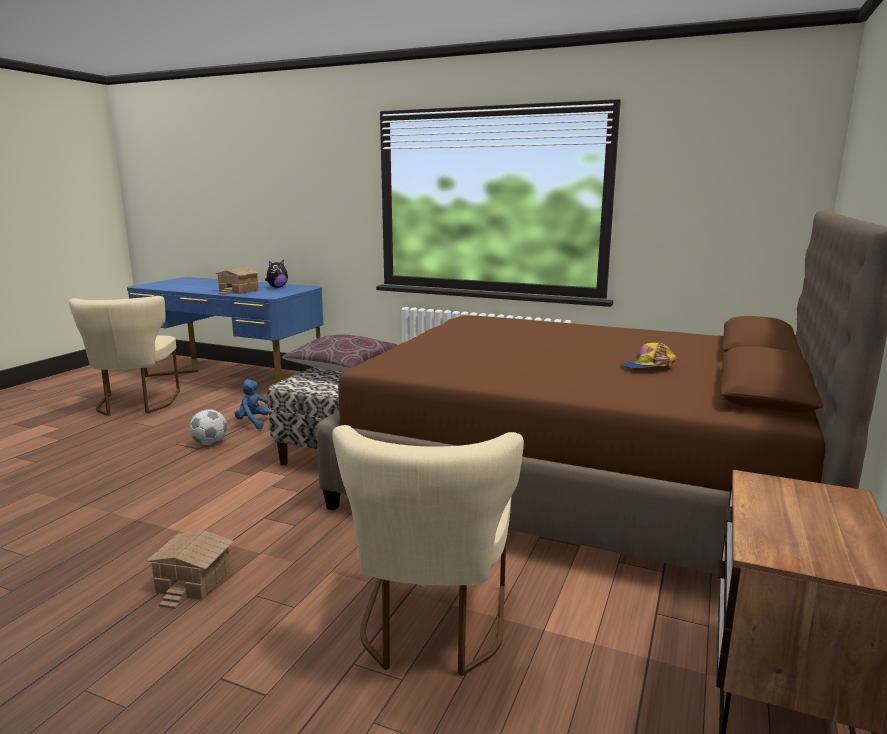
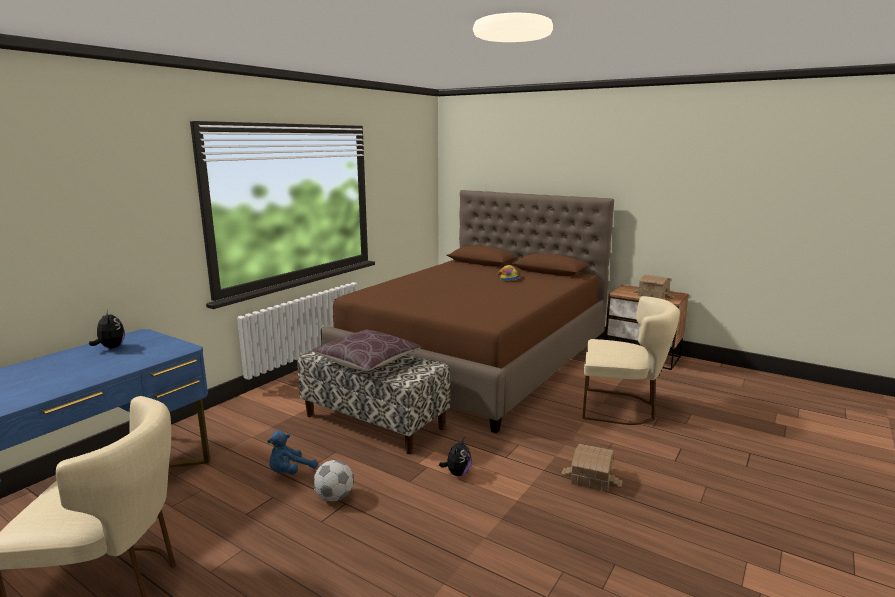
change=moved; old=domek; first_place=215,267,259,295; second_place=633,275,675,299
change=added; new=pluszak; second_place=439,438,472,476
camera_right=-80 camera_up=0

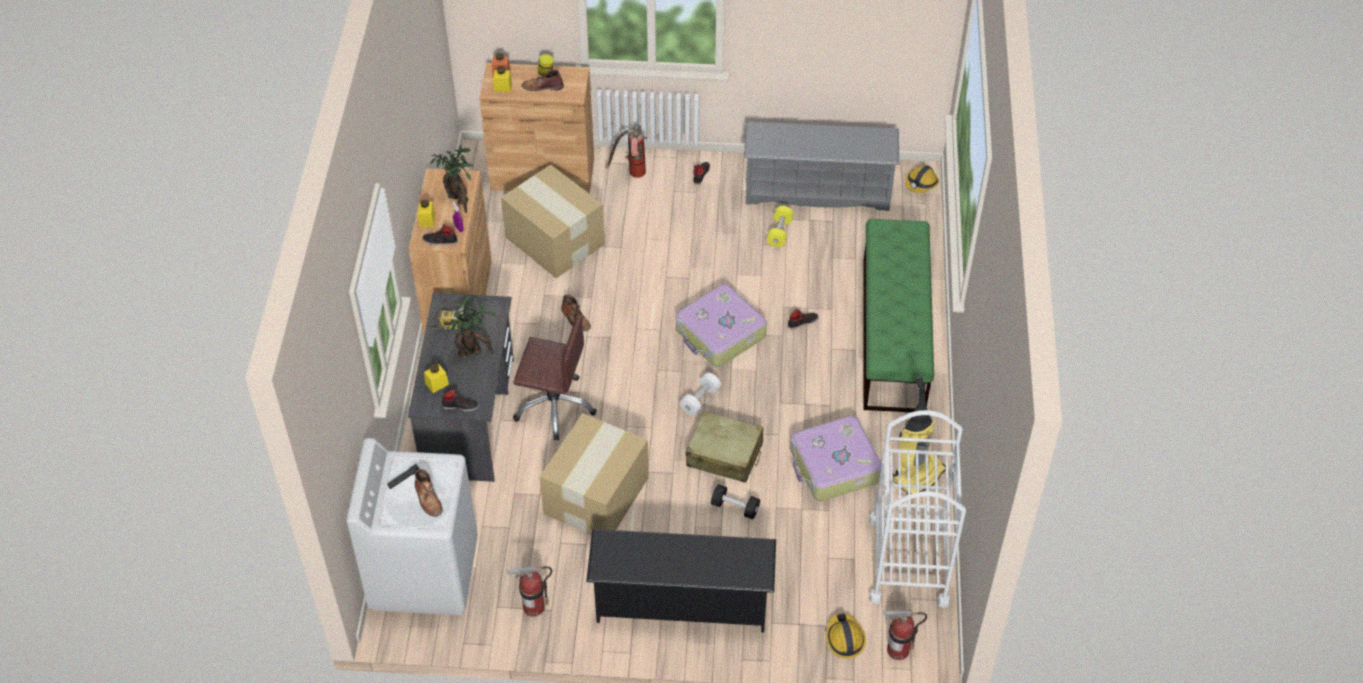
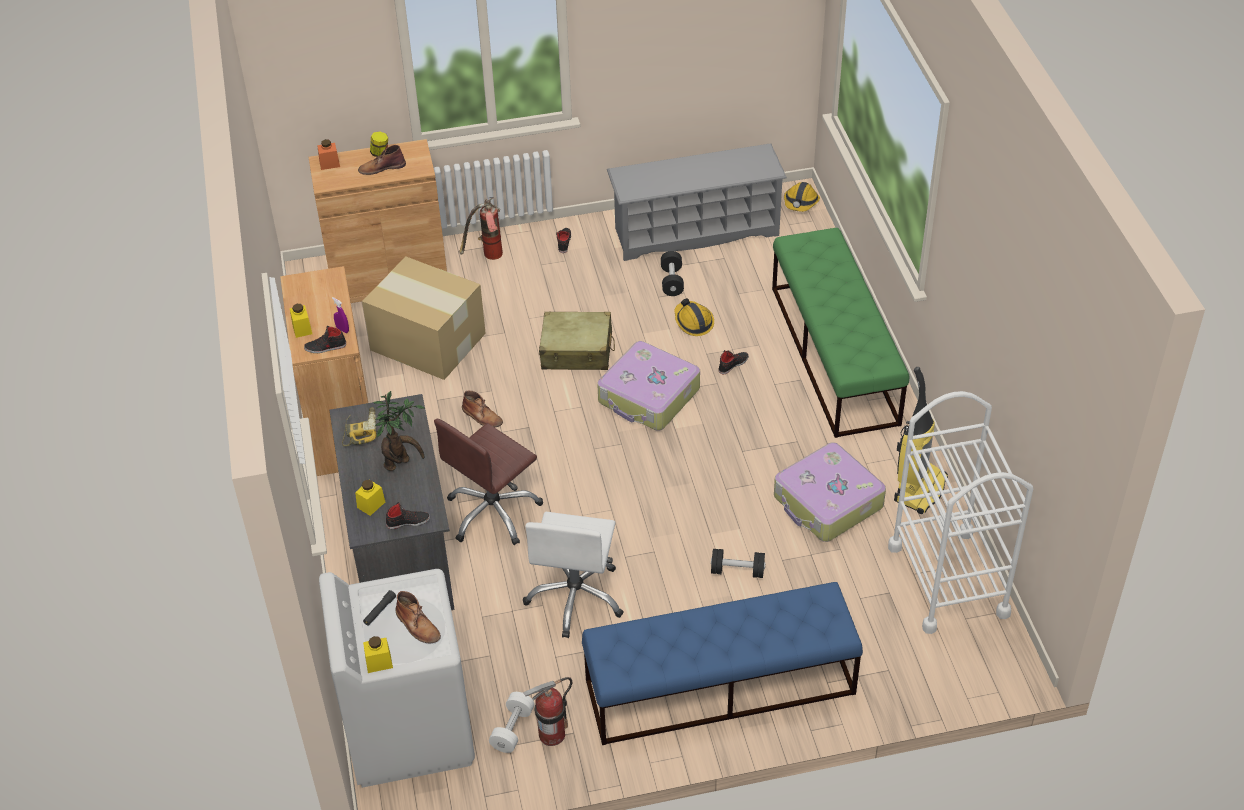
change=removed; old=roślina doniczkowa; first_place=430,145,474,213
change=moved; old=słoik/żółty; first_place=493,67,512,92; second_place=363,636,393,673
change=turned; old=krzesło biurowe/brązowy; first_place=513,315,597,440; second_place=434,419,543,545; degrees=135
change=replaced; old=karton; new=krzesło biurowe/biały; first_place=539,413,649,535; second_place=523,512,624,638
change=replaced; old=regał na buty/czarny; new=ławka/niebieski; first_place=586,529,776,632; second_place=582,582,863,745
change=moved; old=hantel/biały; first_place=680,372,721,415; second_place=489,692,535,753
change=moved; old=walizka/beżowy; first_place=685,411,763,483; second_place=539,312,615,370
change=recoloured; old=hantel/żółty; new=hantel/czarny; first_place=767,206,794,247; second_place=661,251,684,296
change=moved; old=kask; first_place=826,613,866,659; second_place=674,298,714,336
change=removed; old=gaśnica; first_place=883,611,927,660
camera_right=-15 camera_up=-5

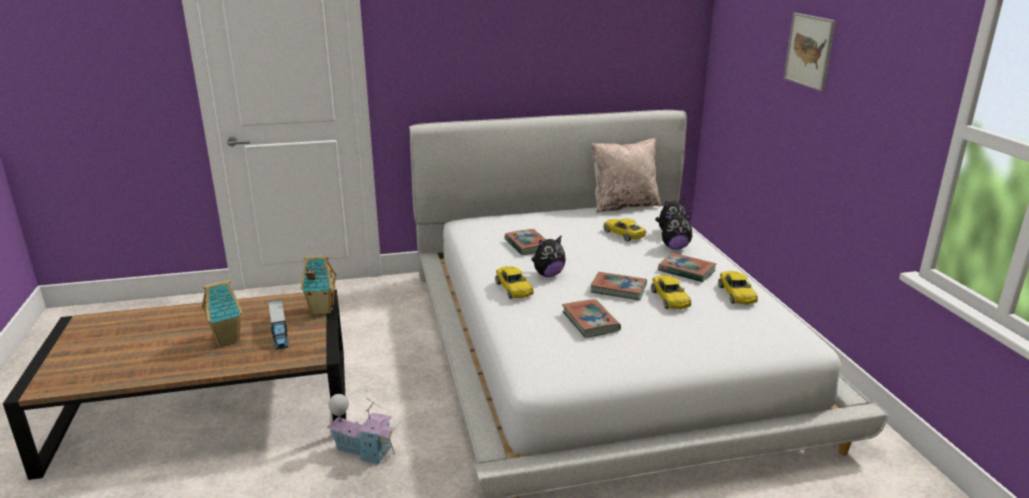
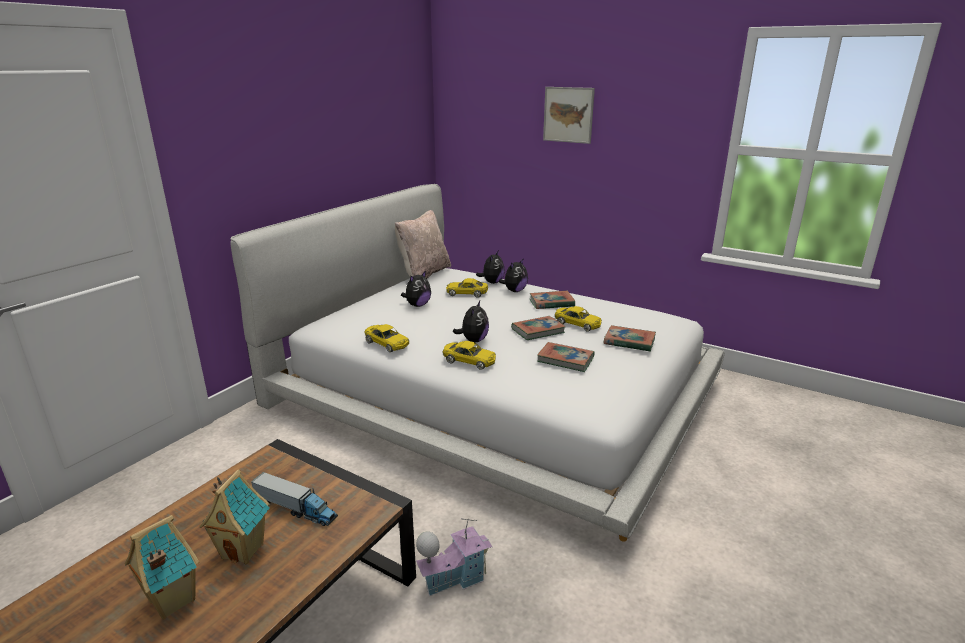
change=moved; old=domek; first_place=300,256,337,314; second_place=125,515,199,620
change=moved; old=książka; first_place=504,229,546,255; second_place=604,325,656,352
change=moved; old=samochodzik/żółty; first_place=718,271,758,305; second_place=364,324,409,352
change=added; new=pluszak; second_place=401,271,431,307
camera_right=-45 camera_up=0

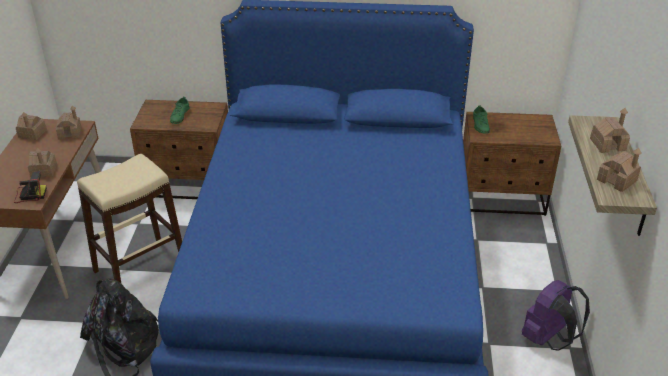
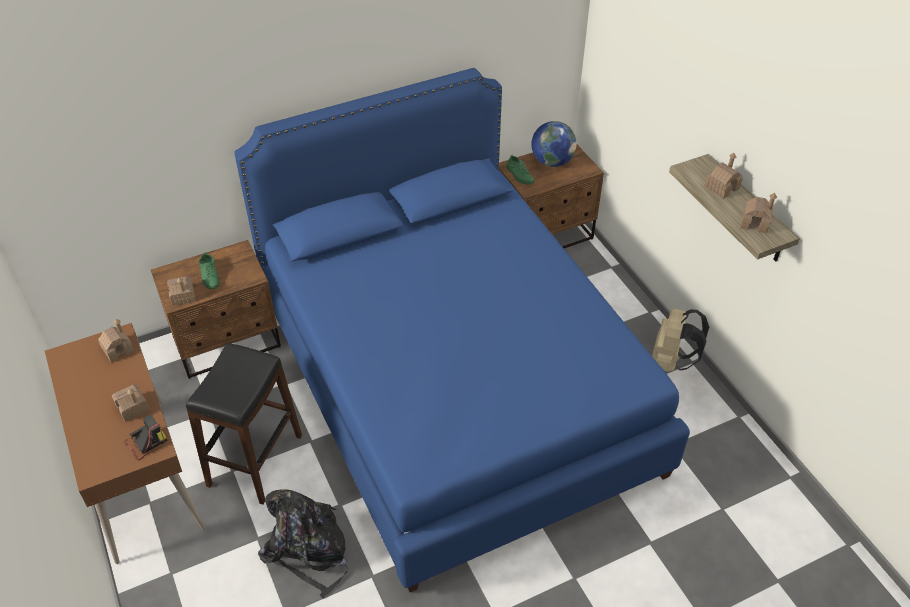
change=moved; old=domek; first_place=16,112,47,140; second_place=167,276,195,306
change=recoloured; old=stołek/beżowy; new=stołek/czarny; first_place=77,154,182,283; second_place=186,343,302,505
change=recoloured; old=plecak/fioletowy; new=plecak/beżowy; first_place=522,280,590,351; second_place=652,309,709,372
change=added; new=globus; second_place=531,121,577,167
camera_right=-30 camera_up=10

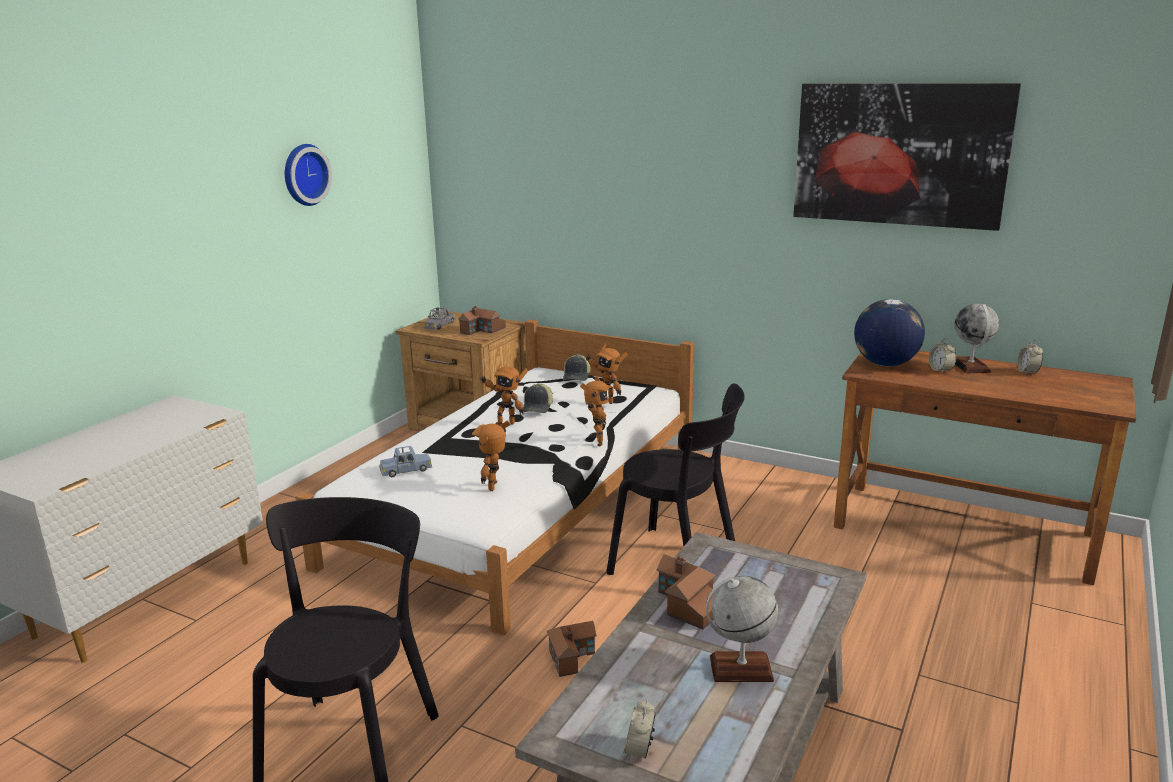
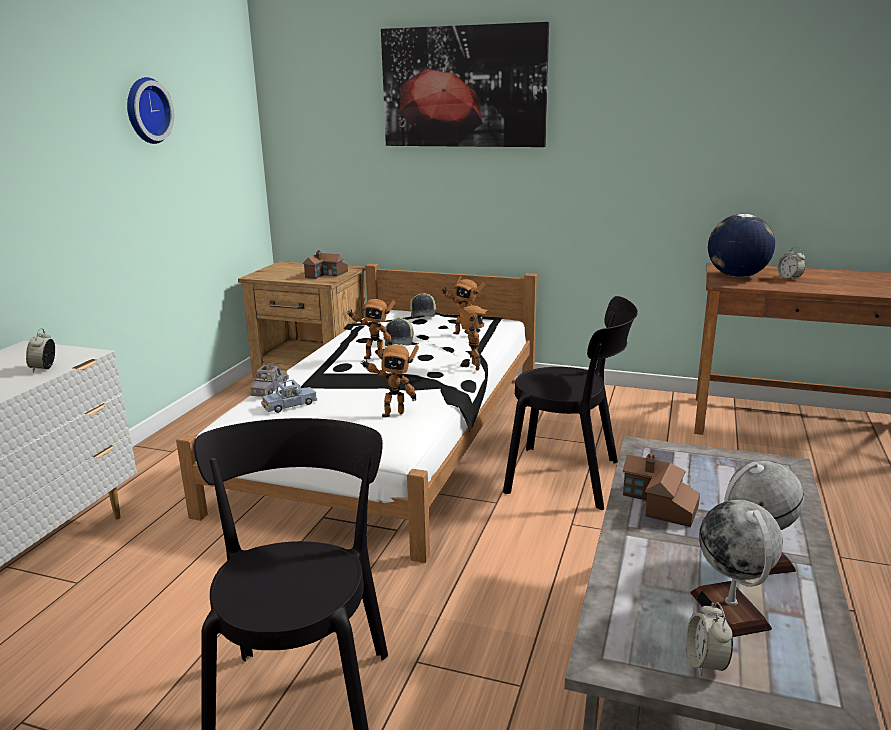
change=moved; old=samochodzik/szary; first_place=424,307,456,330; second_place=250,365,289,397
change=turned; old=robot zabawkowy; first_place=471,421,510,491; second_place=361,341,419,417; degrees=-105
change=removed; old=domek; first_place=547,621,596,677
change=moved; old=obraz; first_place=794,83,1021,231; second_place=381,22,549,147
change=moved; old=globus; first_place=955,304,999,373; second_place=691,500,783,637
change=moved; old=budzik; first_place=1017,340,1043,375; second_place=26,328,55,373
camera_right=-10 camera_up=0

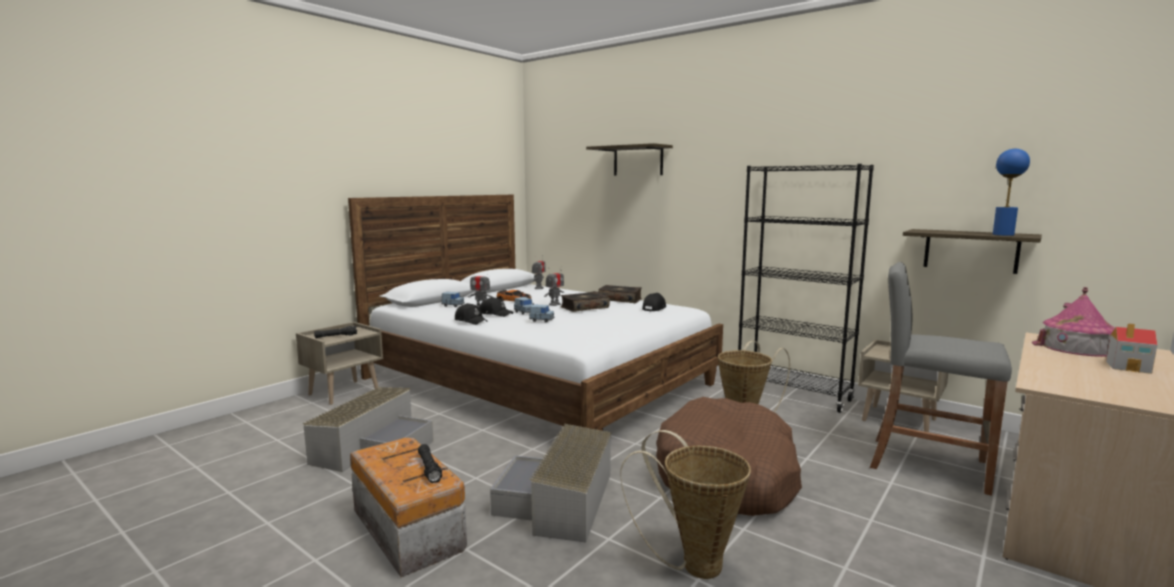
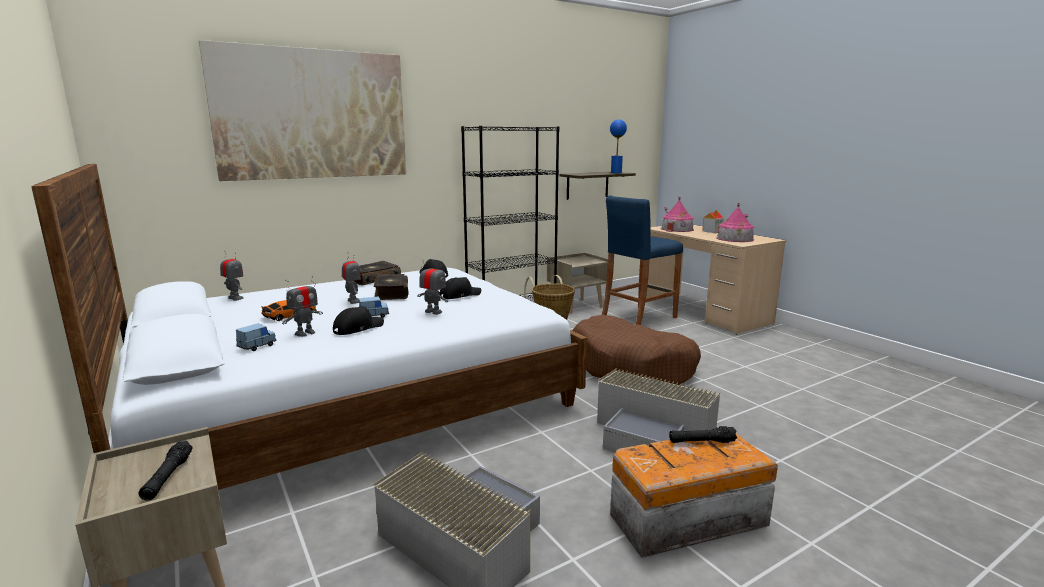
change=moved; old=czapka z daszkiem/czarny; first_place=455,303,488,325; second_place=440,277,481,299
change=replaced; old=samochodzik/niebieski; new=robot zabawkowy; first_place=529,304,555,322; second_place=417,260,448,315
change=replaced; old=półka; new=obraz; first_place=586,143,673,176; second_place=199,40,406,181
change=removed; old=koszyk; first_place=621,430,751,579
change=recoloured; old=stołek/szary; new=stołek/niebieski; first_place=870,262,1012,496; second_place=602,195,683,325
change=added; new=domek; second_place=716,203,754,242
camera_right=-70 camera_up=5

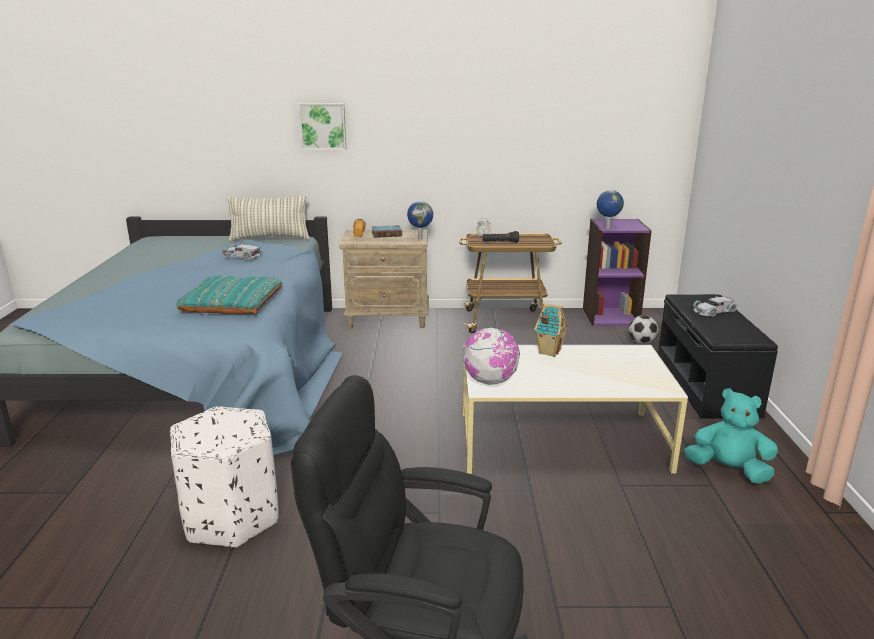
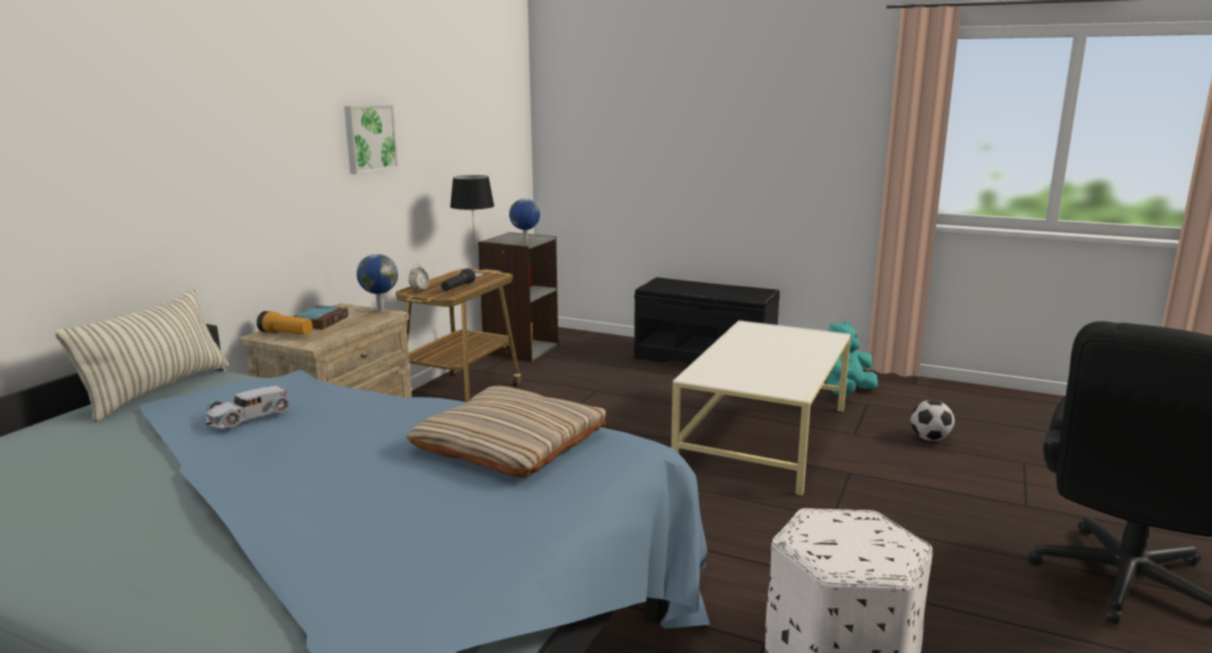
change=recoloured; old=poduszka/turkusowy; new=poduszka/beżowy; first_place=176,276,282,314; second_place=407,386,606,478
change=moved; old=obraz; first_place=299,103,346,150; second_place=344,104,399,174
change=removed; old=globus; first_place=463,327,520,385
change=removed; old=domek; first_place=534,303,568,357
change=recoloured; old=regał/fioletowy; new=regał/szary; first_place=583,219,652,326; second_place=478,232,558,362
change=moved; old=piłka futbolowa; first_place=629,315,659,344; second_place=911,400,955,441
change=removed; old=samochodzik/biały; first_place=693,296,737,317
change=added; new=lampa stołowa; second_place=450,175,494,277
camera_right=-65 camera_up=-5

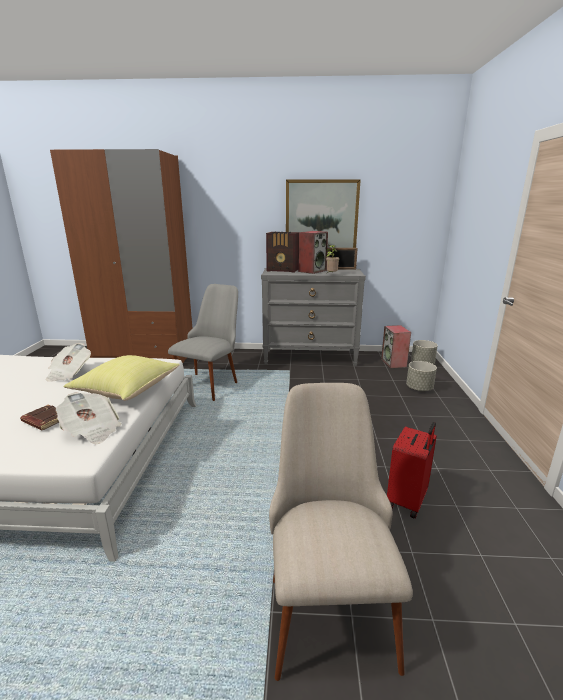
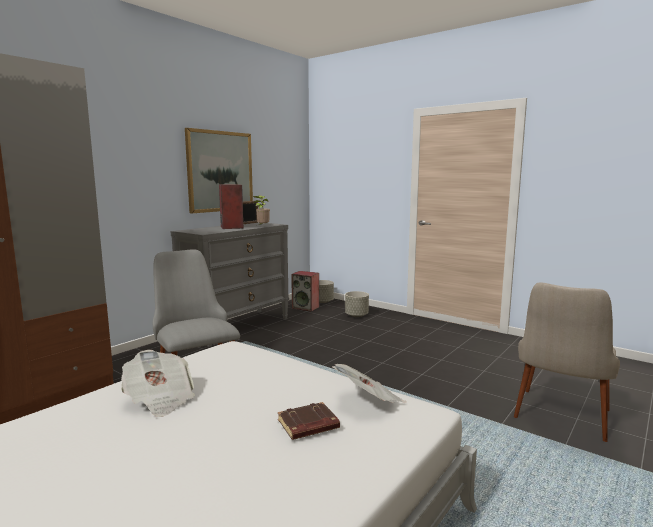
change=removed; old=poduszka/żółty; first_place=64,355,180,401
change=removed; old=radio; first_place=266,232,299,273
change=turned; old=krzesło/beżowy; first_place=269,383,413,681; second_place=514,282,620,442; degrees=-90
change=removed; old=walizka/czerwony; first_place=387,422,437,519
camera_right=-55 camera_up=-10

